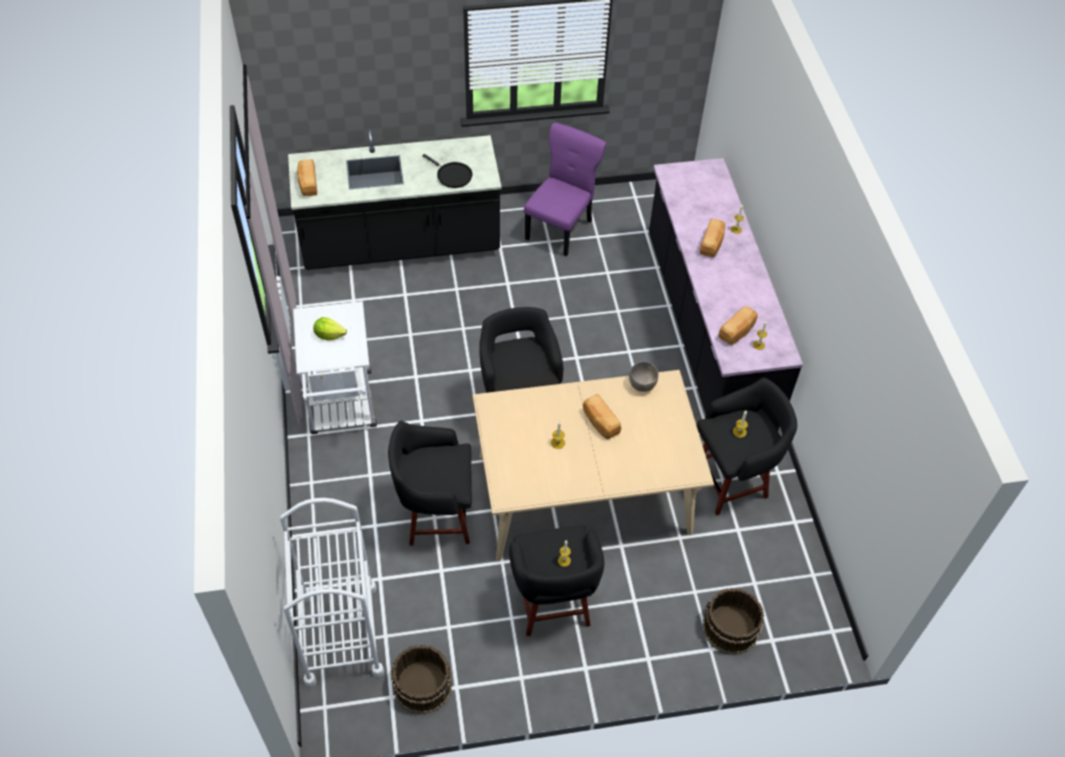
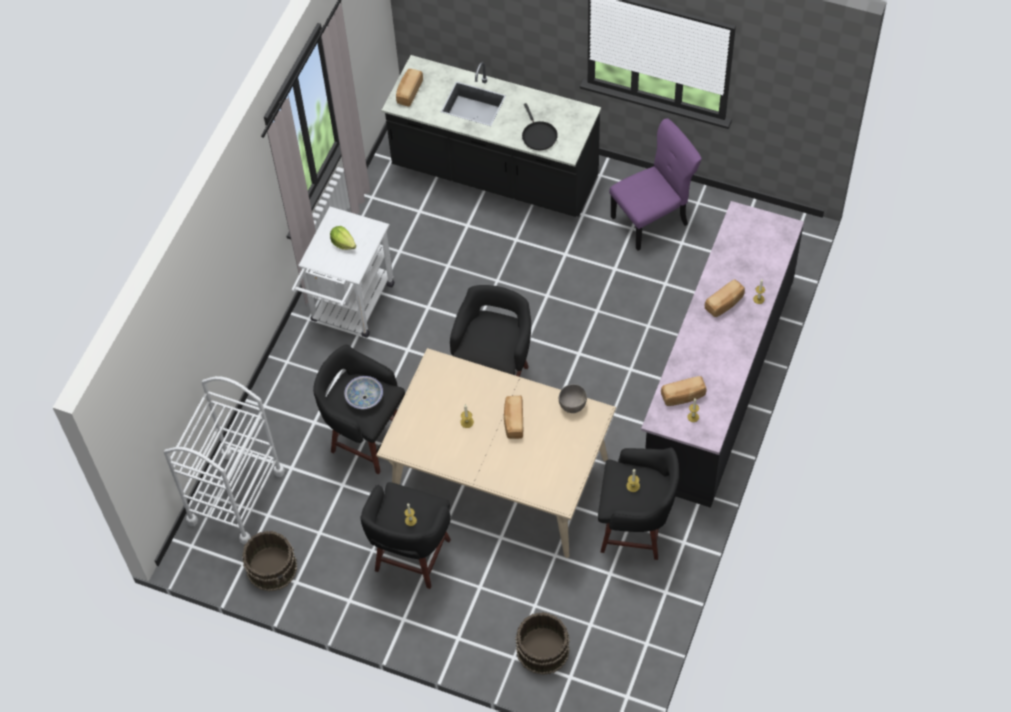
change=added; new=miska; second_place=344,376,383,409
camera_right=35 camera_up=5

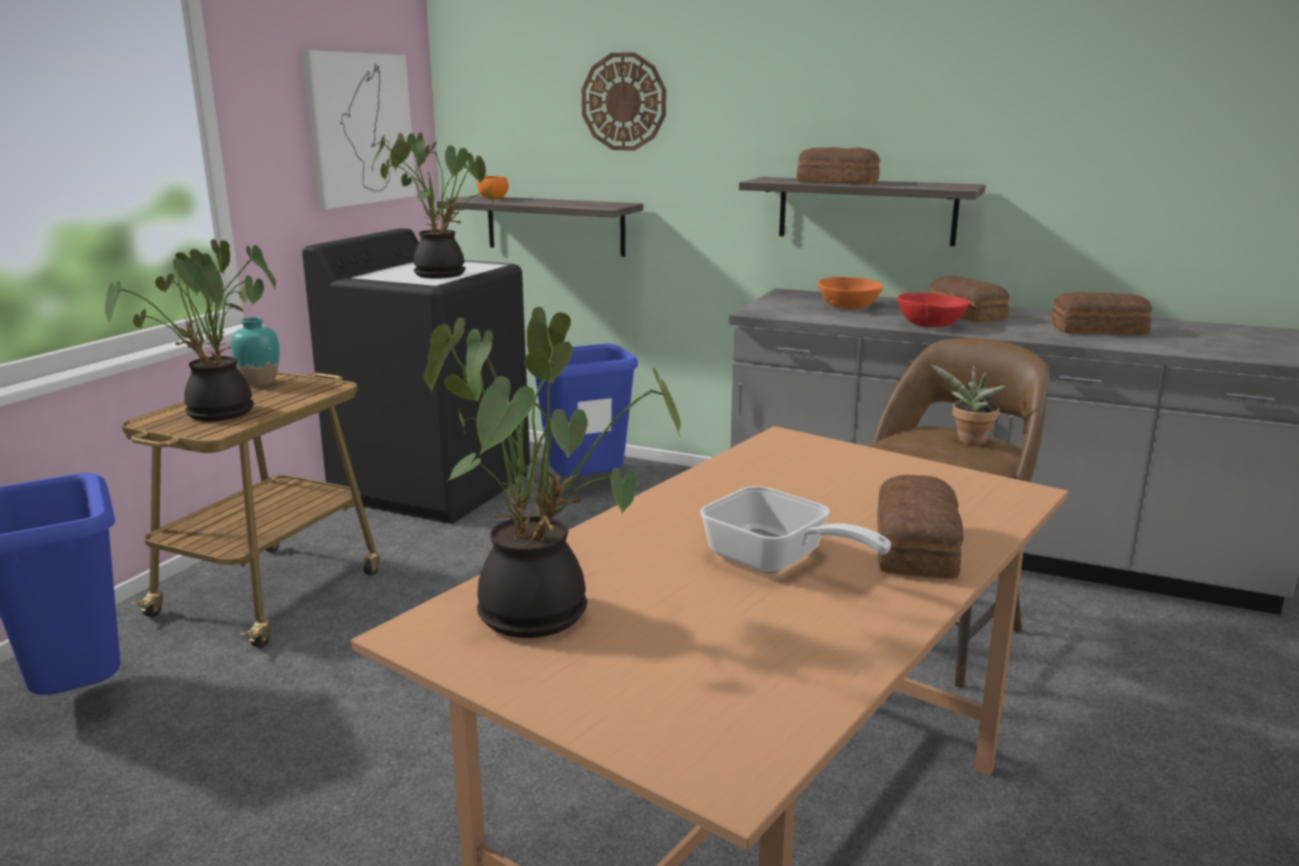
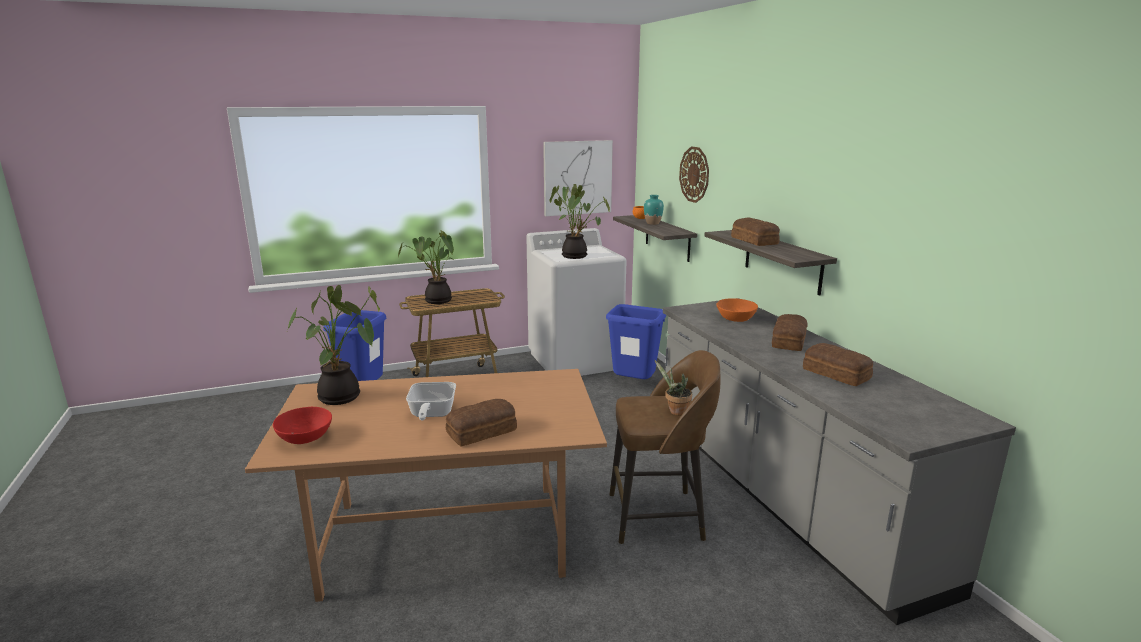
change=moved; old=wazon/turkusowy; first_place=231,317,280,386; second_place=644,195,664,225
change=recoloured; old=pralka/czarny; new=pralka/biały; first_place=302,228,530,524; second_place=526,228,627,376
change=moved; old=miska/czerwony; first_place=898,293,970,327; second_place=273,407,332,444
camera_right=45 camera_up=0

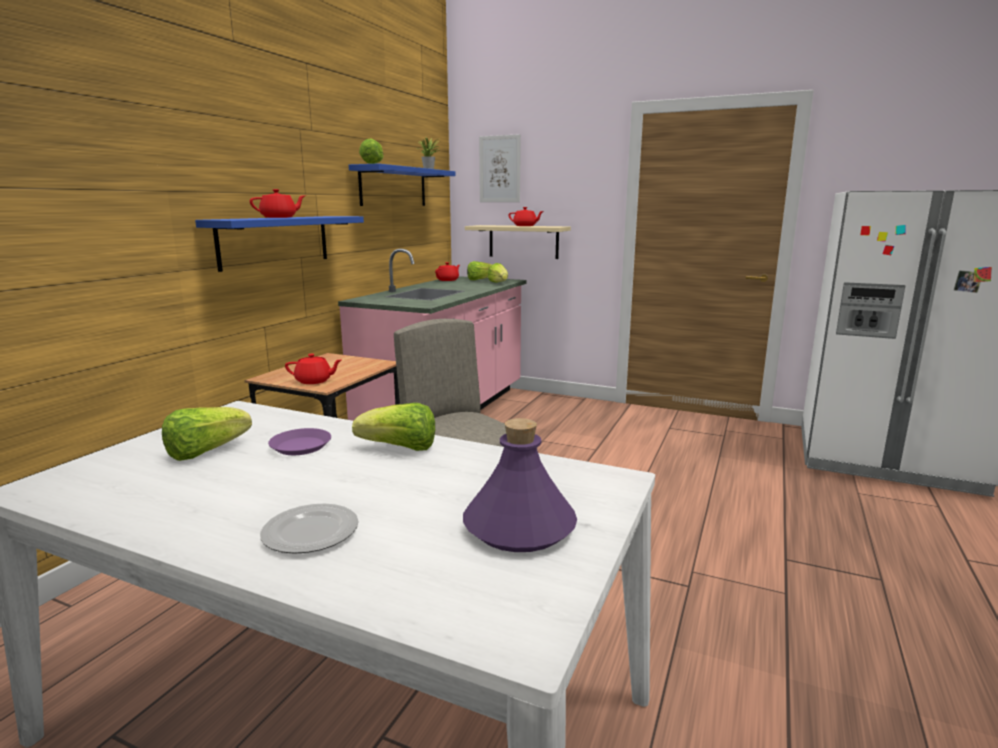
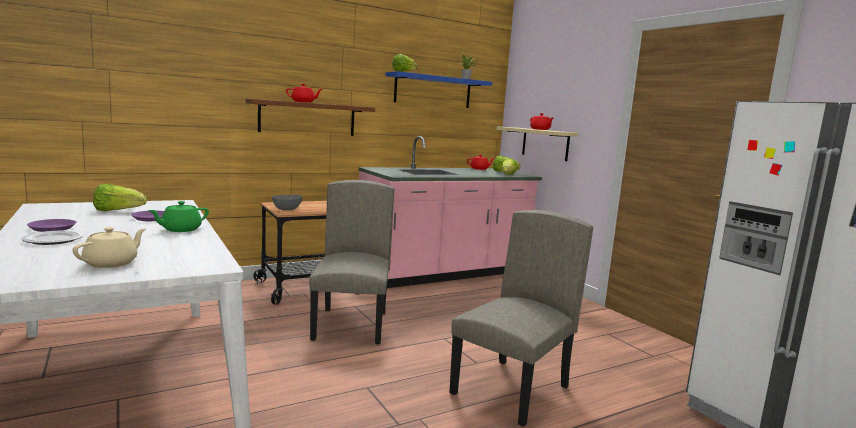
change=recoloured; old=półka/niebieski; new=półka/brązowy; first_place=195,216,364,272; second_place=245,99,375,136
change=replaced; old=imbryk/czerwony; new=miska/szary; first_place=285,354,342,384; second_place=272,194,303,210
change=replaced; old=sałata; new=imbryk/zielony; first_place=352,403,435,451; second_place=148,201,209,232
change=replaced; old=butelka/fioletowy; new=imbryk/beżowy; first_place=463,418,577,552; second_place=72,227,146,268
change=removed; old=obraz; first_place=479,134,521,202
change=added; new=talerz/fioletowy; second_place=27,219,76,232
change=added; new=krzesło/beżowy; second_place=449,210,593,427
camera_right=35 camera_up=-5

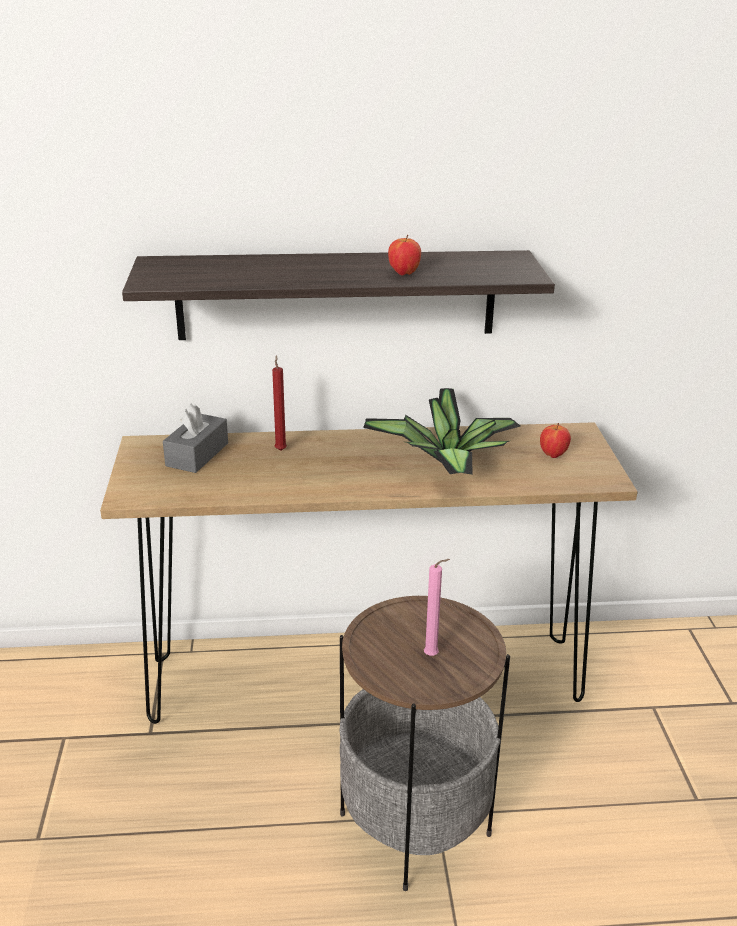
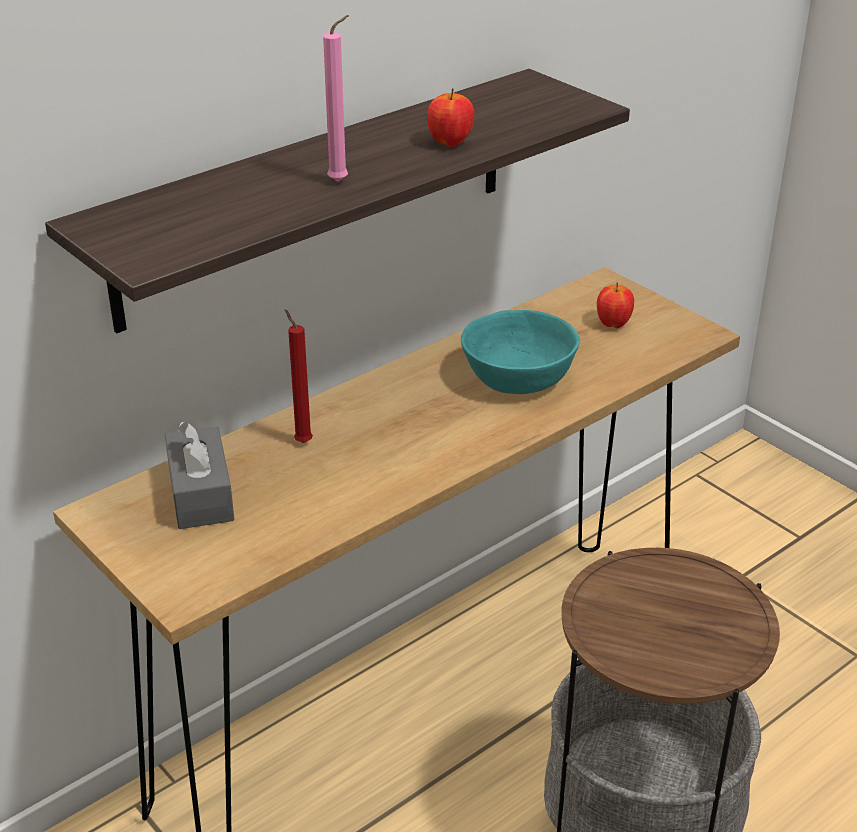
change=replaced; old=roślina doniczkowa; new=miska/turkusowy; first_place=363,388,520,475; second_place=461,310,580,394
change=moved; old=świeca/różowy; first_place=424,559,450,656; second_place=323,15,349,182
camera_right=-35 camera_up=5

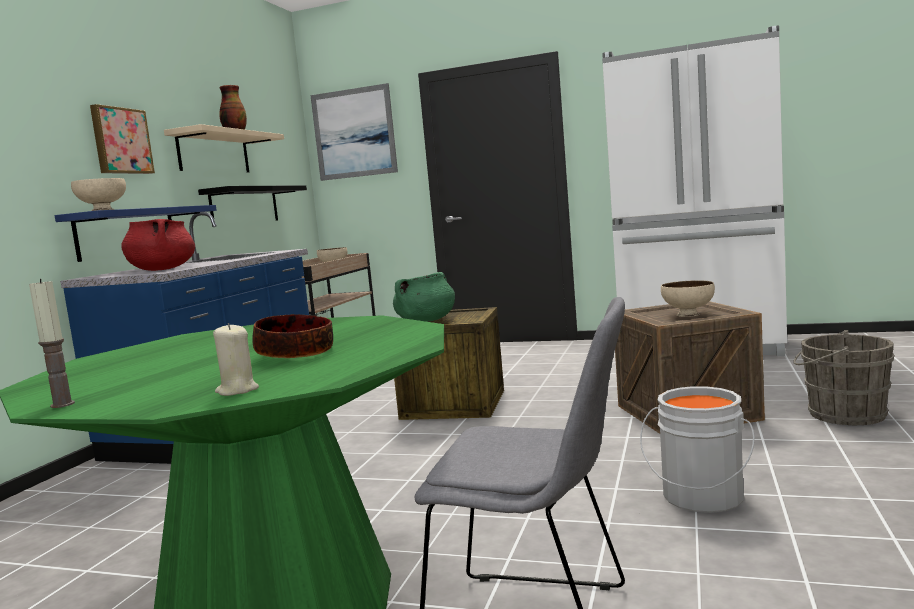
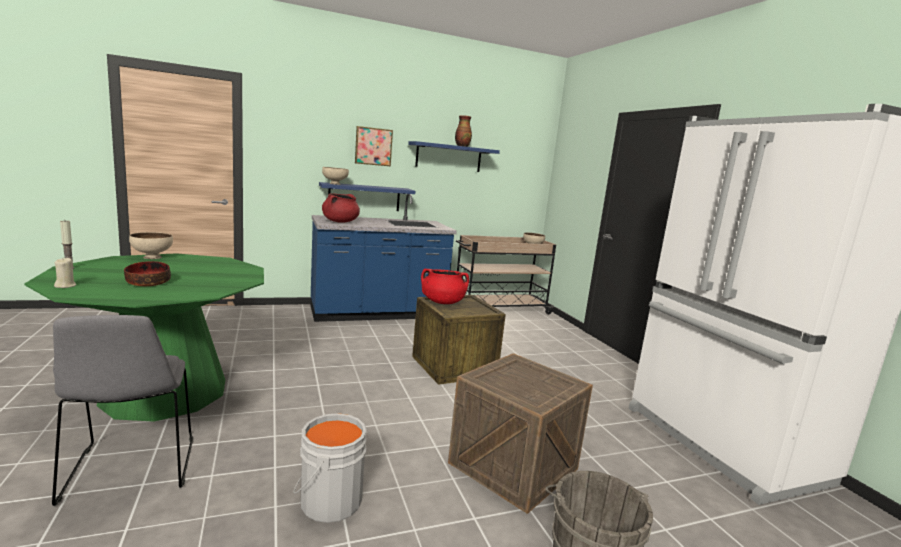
change=recoloured; old=półka/beżowy; new=półka/niebieski; first_place=164,124,284,172; second_place=408,141,500,172
change=removed; old=półka/czarny; first_place=198,185,307,227
change=removed; old=obraz; first_place=311,83,398,181
change=recoloured; old=garnek/zielony; new=garnek/czerwony; first_place=393,272,455,322; second_place=421,269,469,304
change=moved; old=miska/beżowy; first_place=661,280,715,317; second_place=129,232,173,259
camera_right=50 camera_up=5

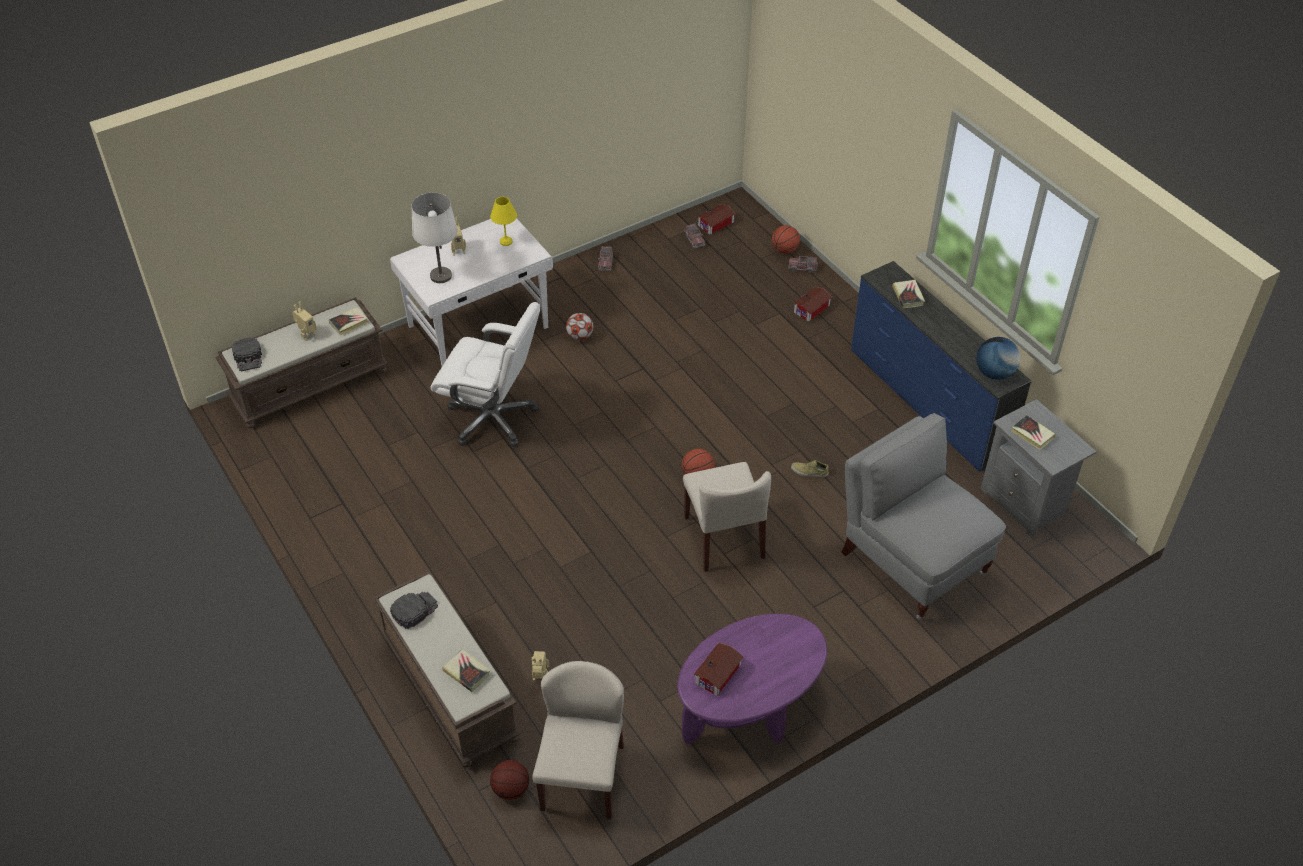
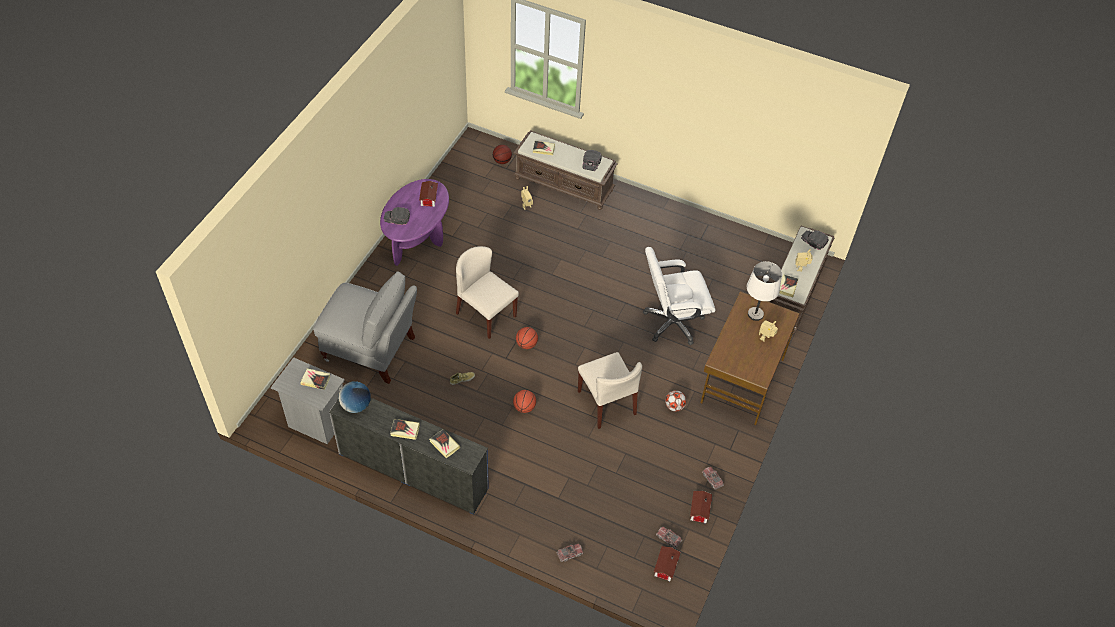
change=recoloured; old=biurko/biały; new=biurko/brązowy; first_place=390,218,553,366; second_place=701,291,800,425
change=removed; old=lampa stołowa/żółty; first_place=490,197,517,246
change=moved; old=krzesło/beżowy; first_place=532,661,624,819; second_place=578,352,642,429
change=moved; old=piłka do koszykówki; first_place=772,225,800,254; second_place=513,390,536,413
change=moved; old=domek; first_place=793,287,832,322; second_place=690,491,712,523
change=added; new=czapka z daszkiem/czarny; second_place=384,207,410,225
change=added; new=książka; second_place=390,419,420,440
camera_right=145 camera_up=5

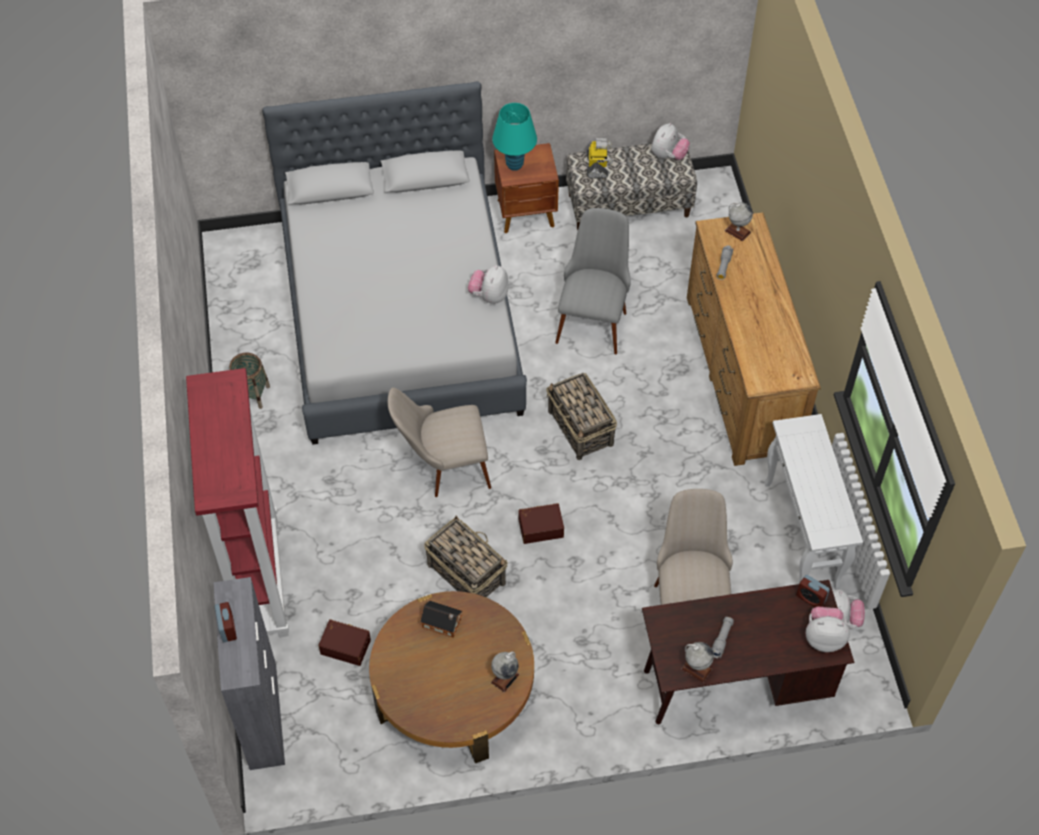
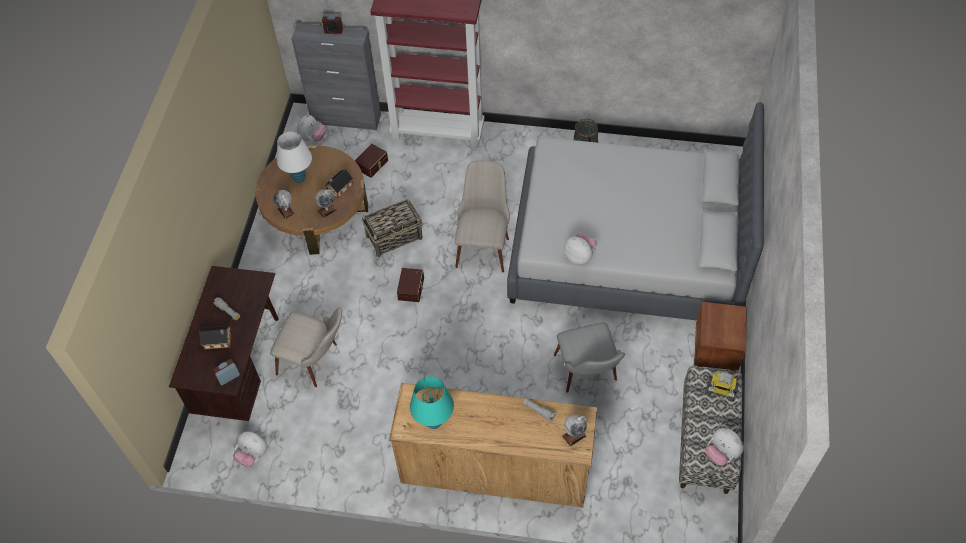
change=moved; old=lampa stołowa/turkusowy; first_place=492,103,537,171; second_place=410,376,454,429
change=removed; old=koszyk; first_place=546,373,617,460
change=turned; old=krzesło/szary; first_place=555,208,630,354; second_place=554,323,625,393; degrees=45
change=moved; old=globus; first_place=681,642,714,683; second_place=315,190,337,218
change=removed; old=stolik konsolowy/biały; first_place=764,414,863,589
change=moved; old=pluszak; first_place=805,606,850,652; second_place=297,114,326,141
change=added; new=domek; second_place=199,326,231,350
change=added; new=lampa stołowa/biały; second_place=277,132,312,183
camera_right=110 camera_up=0

